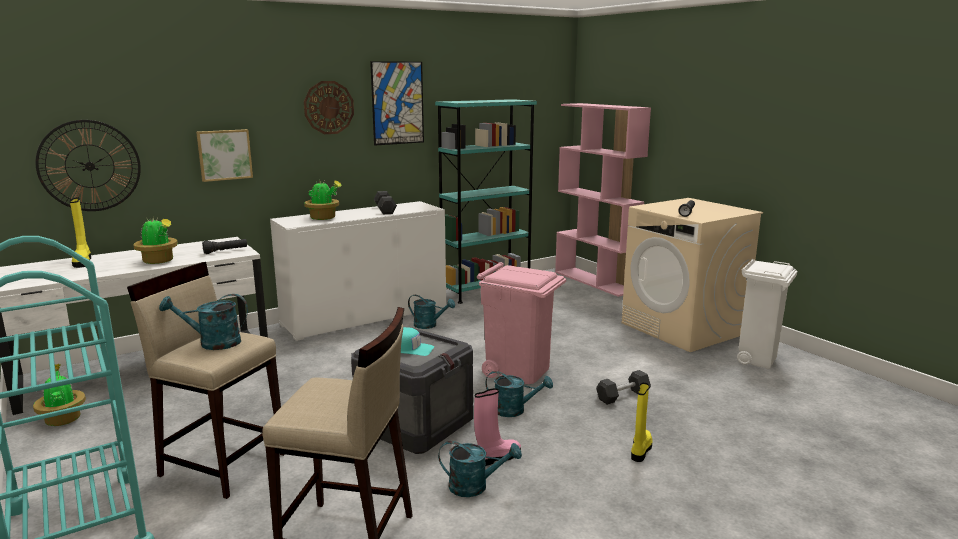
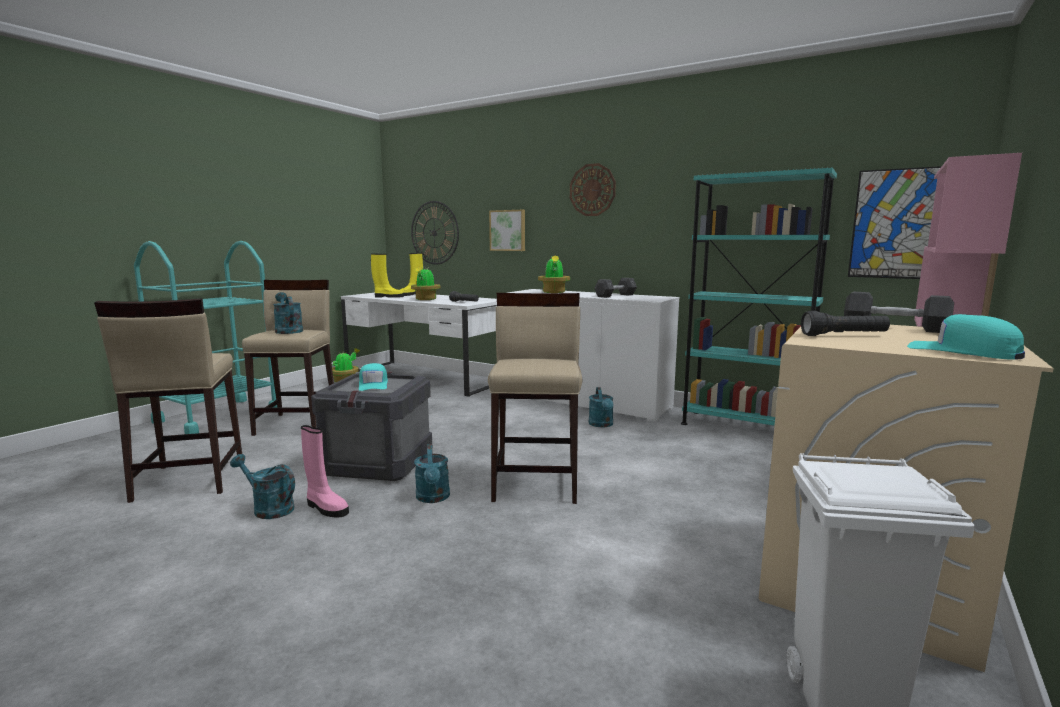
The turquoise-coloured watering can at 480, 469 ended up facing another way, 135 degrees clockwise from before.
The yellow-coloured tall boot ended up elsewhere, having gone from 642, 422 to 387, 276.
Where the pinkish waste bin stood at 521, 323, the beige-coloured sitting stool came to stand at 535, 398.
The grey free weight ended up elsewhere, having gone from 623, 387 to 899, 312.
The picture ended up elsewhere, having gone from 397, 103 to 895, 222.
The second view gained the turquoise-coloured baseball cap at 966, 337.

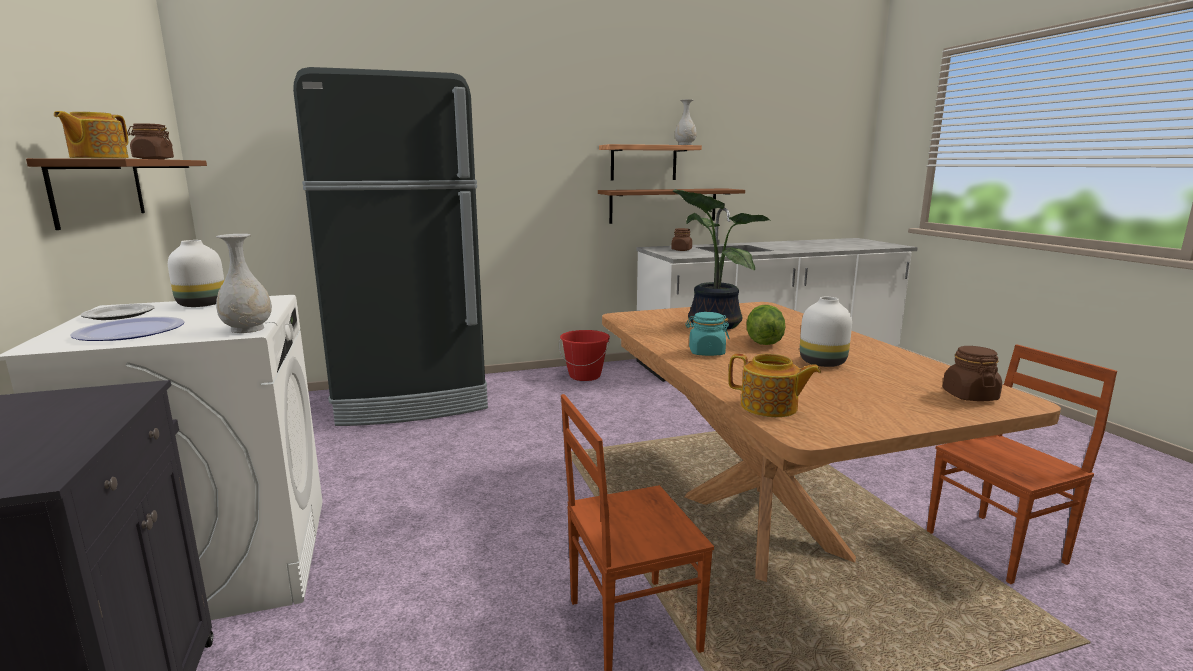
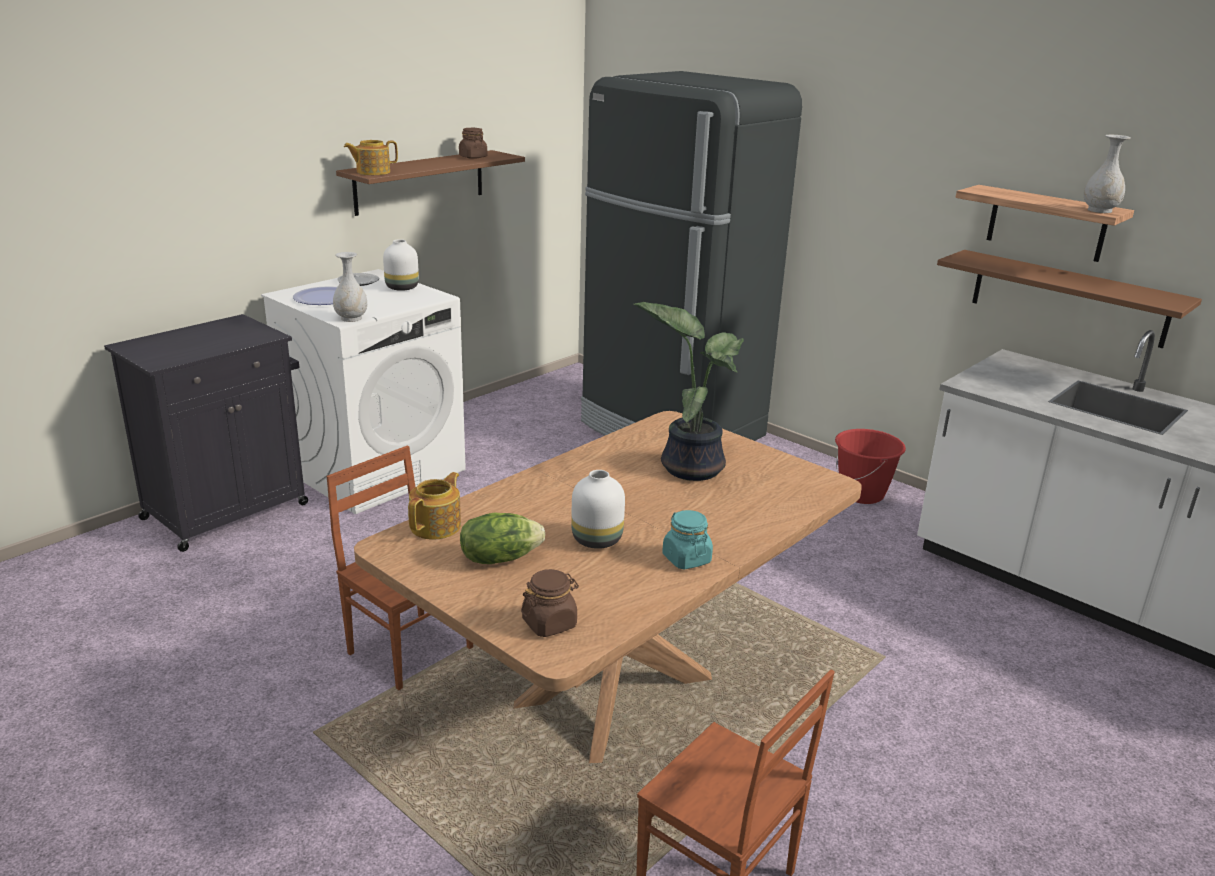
The teapot at 775, 385 ended up facing another way, 150 degrees counterclockwise from before.
The head of lettuce ended up elsewhere, having gone from 766, 325 to 502, 538.
The turquoise-coloured preserve jar ended up elsewhere, having gone from 707, 334 to 687, 539.
The second view lost the brown preserve jar at 681, 239.

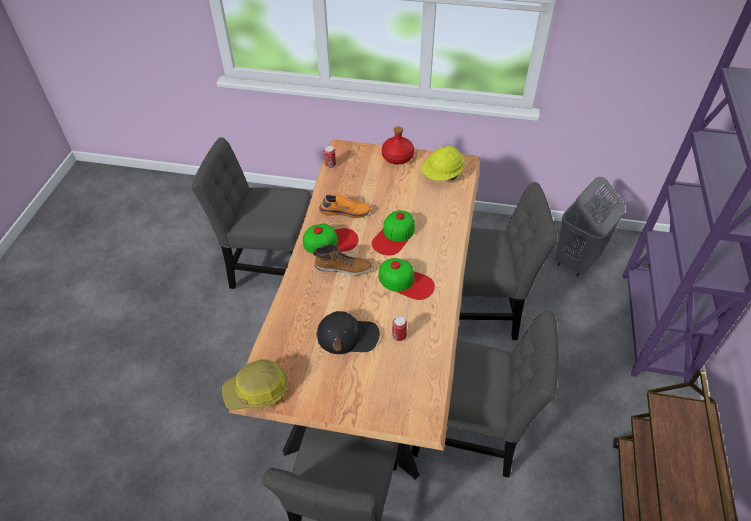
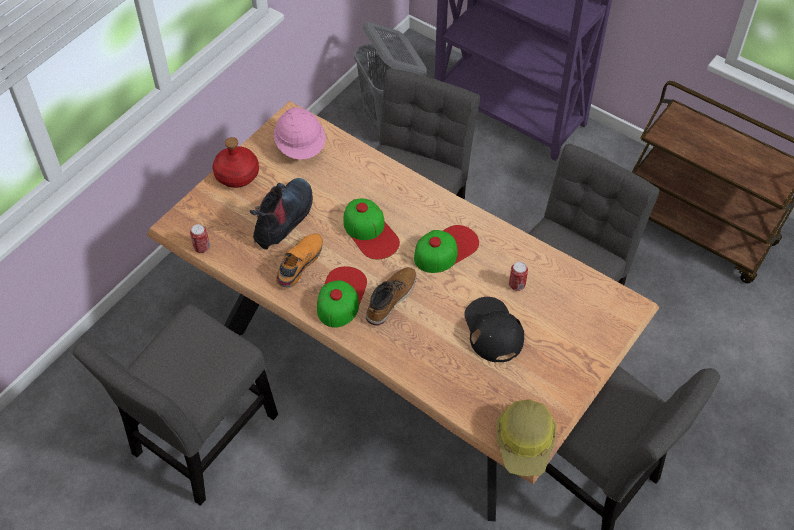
The second view gained the tall boot at 281, 214.
What was the yellow-coloured work helmet at 443, 163 turned into the pinkish work helmet at 300, 133.
The black-coloured baseball cap at 348, 332 ended up facing another way, 45 degrees counterclockwise from before.

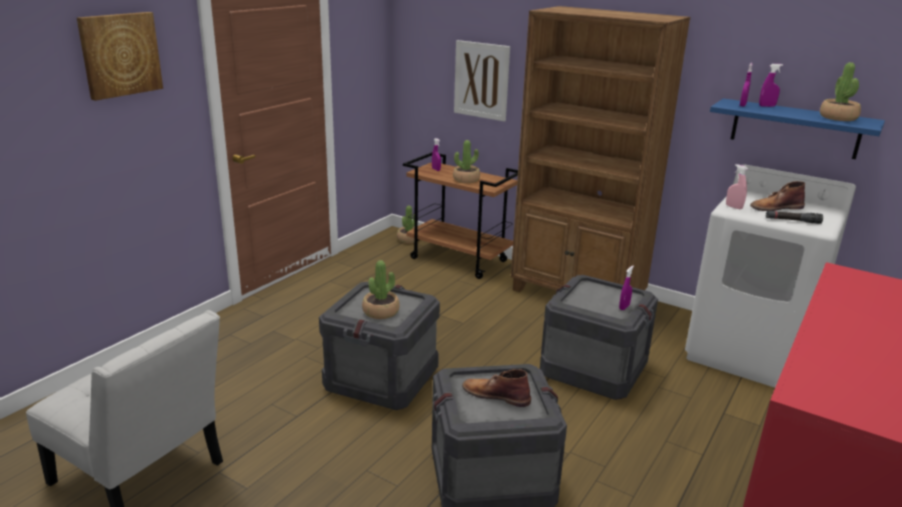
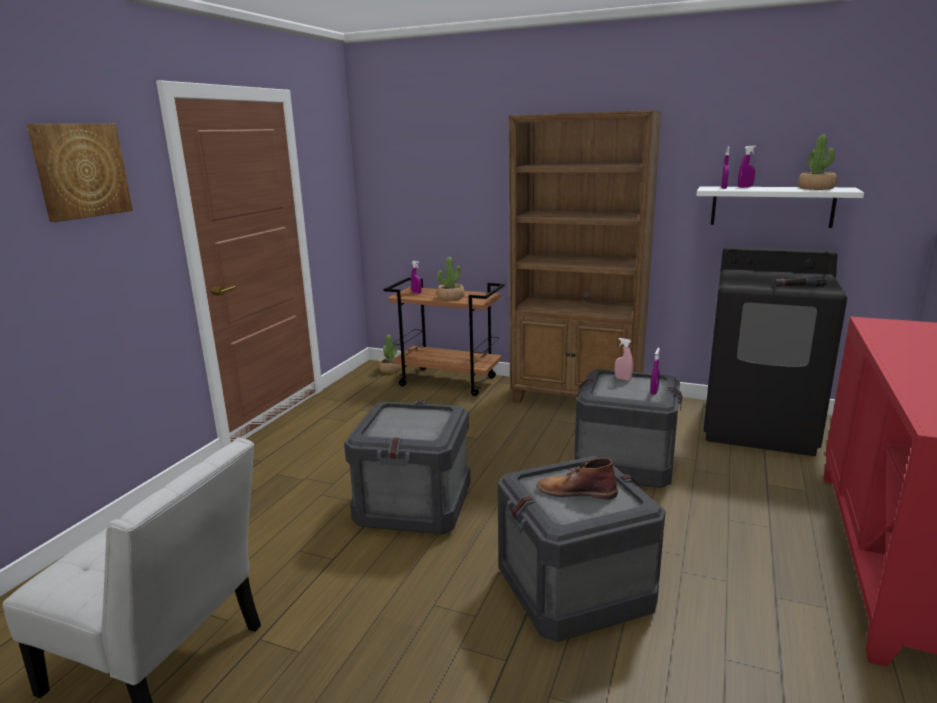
The pinkish hand sprayer ended up elsewhere, having gone from 737, 186 to 624, 359.
What was the bluish wall shelf at 797, 128 turned into the white wall shelf at 780, 207.
What was the white laundry machine at 770, 276 turned into the black-coloured laundry machine at 775, 351.
The second view lost the houseplant at 381, 289.
The second view lost the picture at 482, 81.
The second view lost the brown tall boot at 777, 196.

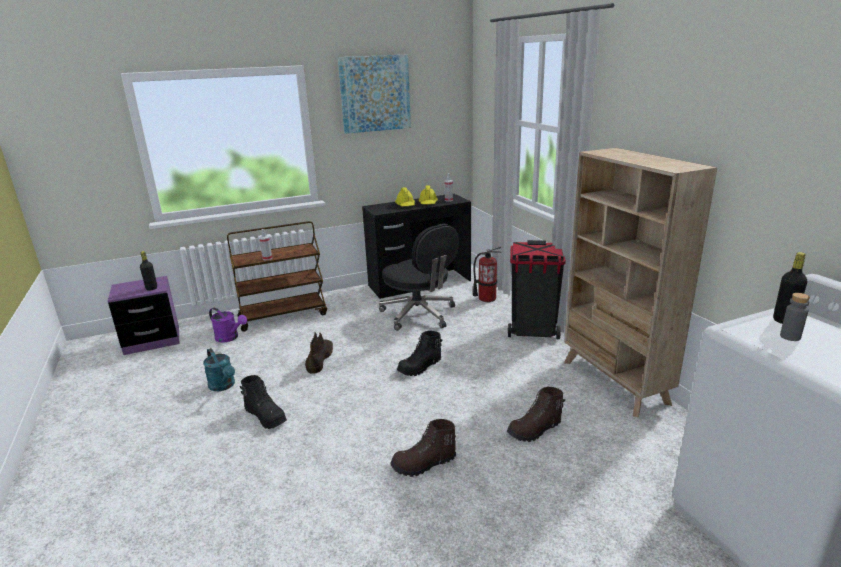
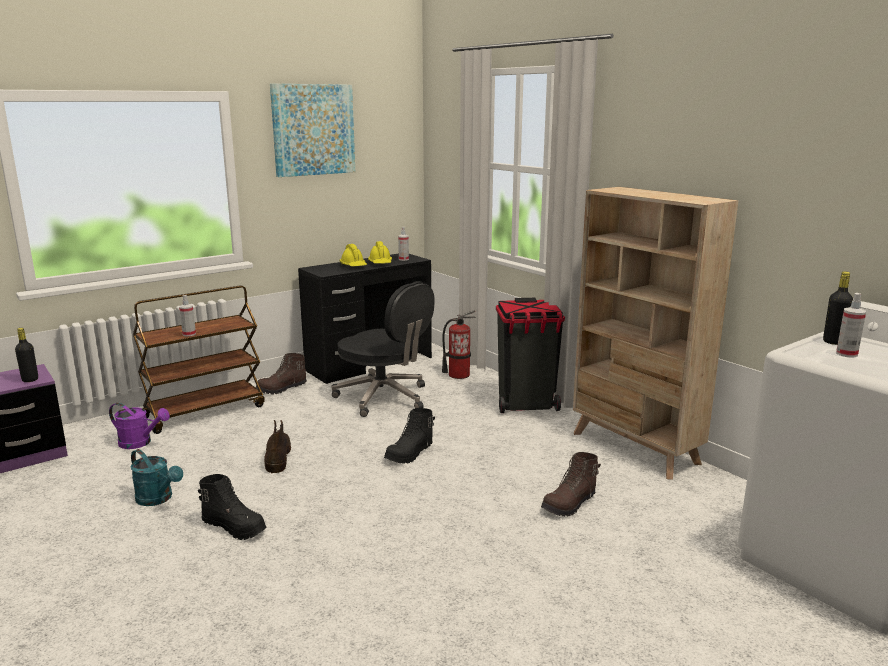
The brown tall boot ended up elsewhere, having gone from 423, 448 to 281, 374.
Where the grey bottle stood at 795, 317, the hand sprayer came to stand at 851, 325.

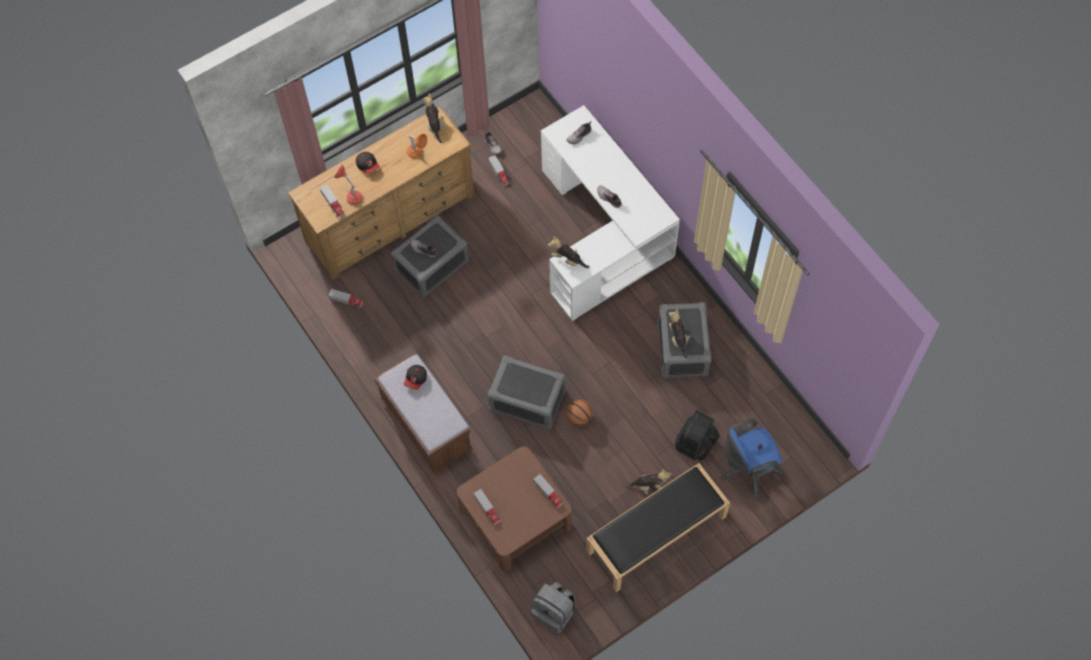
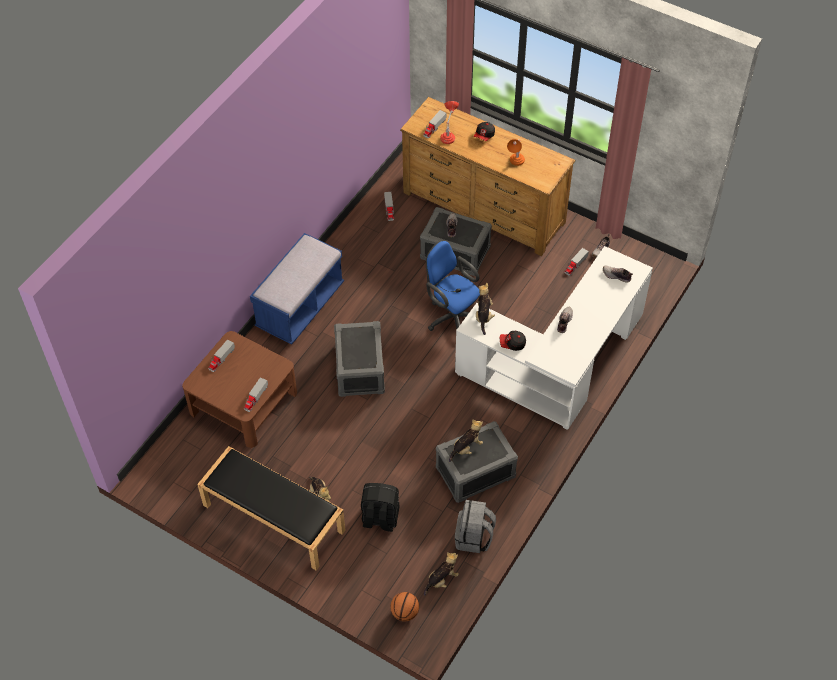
What was the brown bench at 423, 413 turned into the bluish bench at 297, 289.
The ball for basketball ended up elsewhere, having gone from 579, 412 to 404, 607.
The plush toy ended up elsewhere, having gone from 434, 118 to 441, 574.
The bluish desk chair ended up elsewhere, having gone from 753, 458 to 453, 285.
The grey knapsack ended up elsewhere, having gone from 553, 607 to 475, 526.
The baseball cap ended up elsewhere, having gone from 415, 377 to 513, 341.

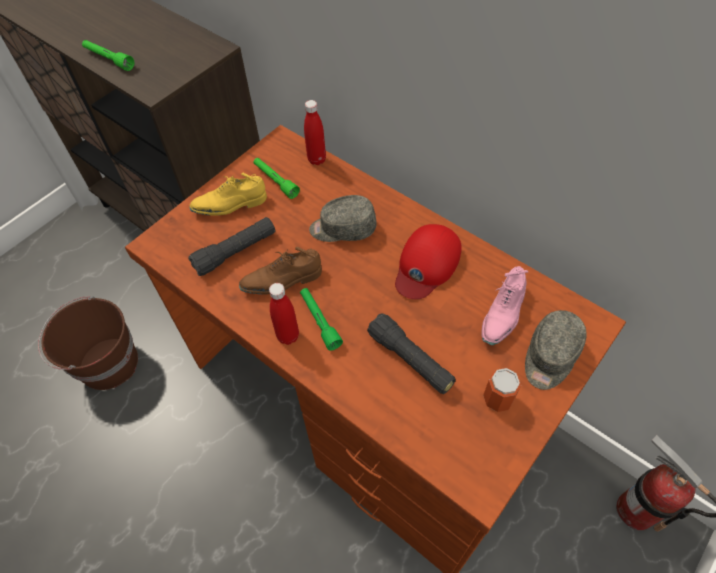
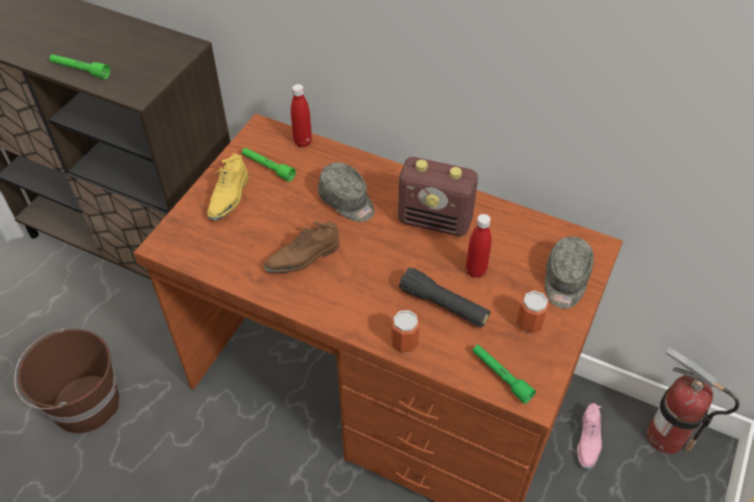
The yellow-coloured item of footwear at 228, 194 ended up facing another way, 45 degrees counterclockwise from before.
The grey baseball cap at 343, 218 ended up facing another way, 120 degrees counterclockwise from before.
The second view gained the sealed can at 405, 331.
Where the red-coloured baseball cap stood at 428, 261, the radio set came to stand at 438, 196.
The red-coloured bottle ended up elsewhere, having gone from 284, 314 to 478, 246.
The green torch ended up elsewhere, having gone from 321, 319 to 504, 374.
The pinkish item of footwear ended up elsewhere, having gone from 504, 305 to 589, 436.
The second view lost the black-coloured torch at 231, 246.

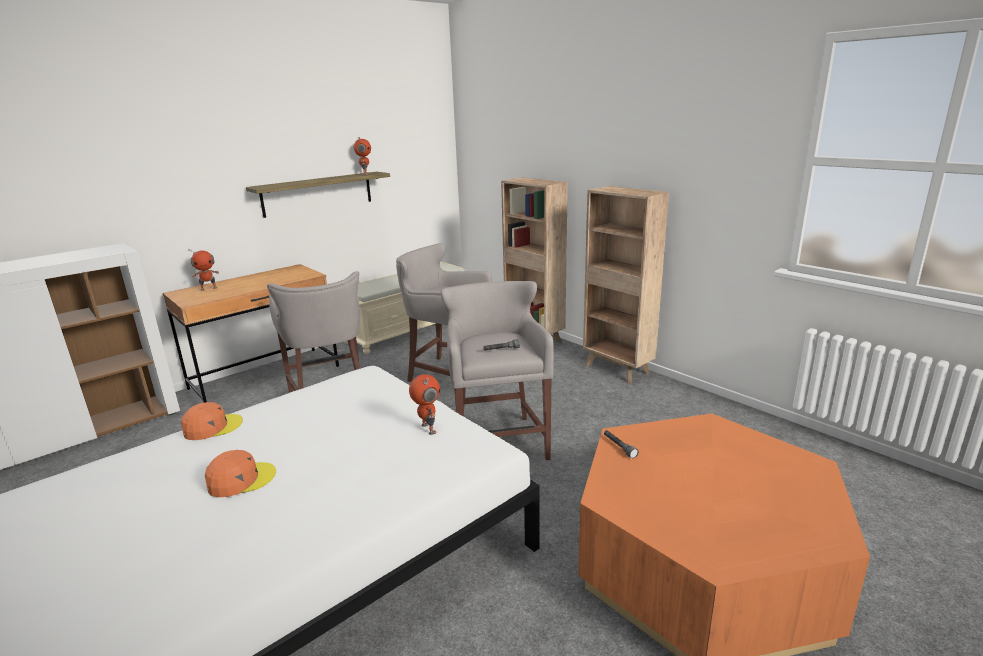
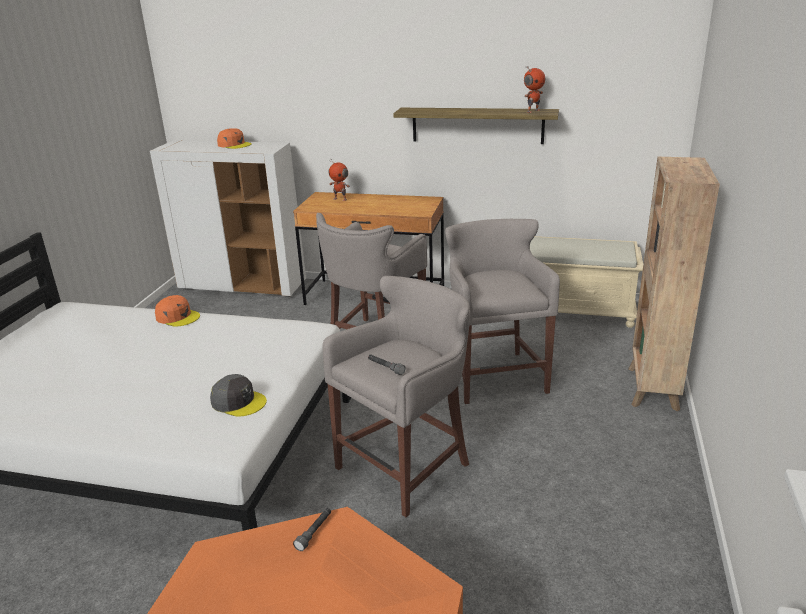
Where the toy robot stood at 424, 404, the grey baseball cap came to stand at 238, 395.
The orange-coloured baseball cap ended up elsewhere, having gone from 240, 473 to 234, 138.
The second view lost the brown bookcase at 626, 284.

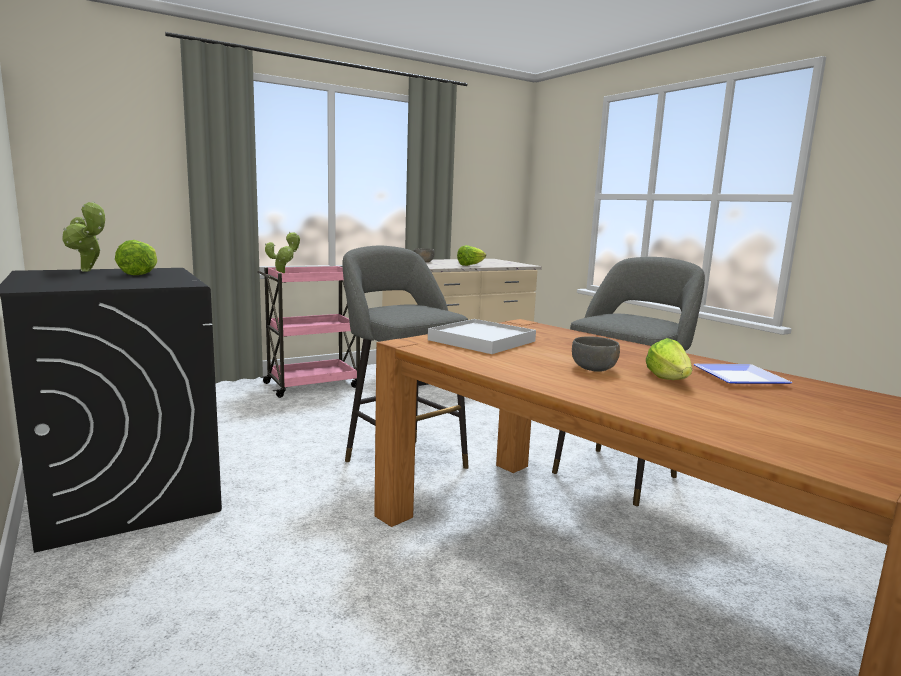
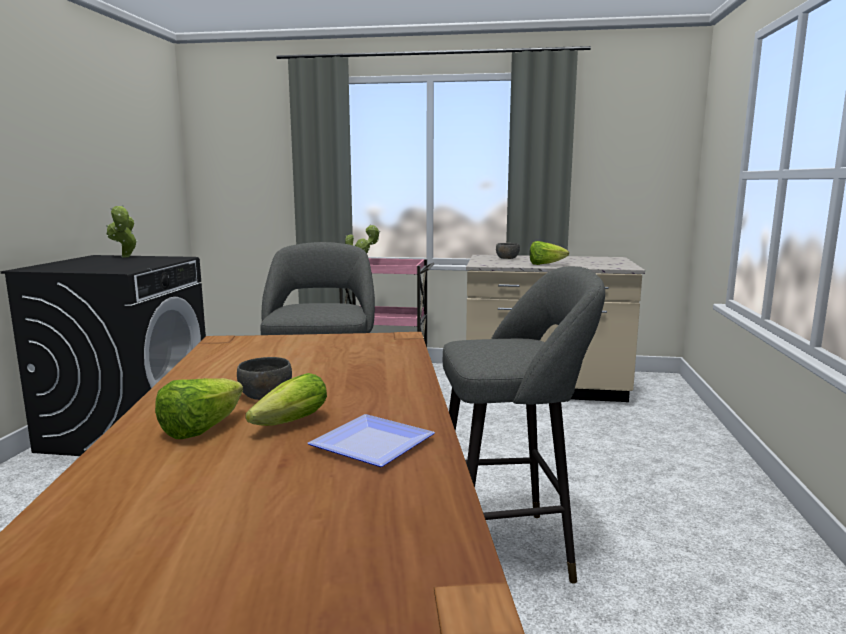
The head of lettuce ended up elsewhere, having gone from 136, 257 to 199, 408.
The second view lost the white carrying tray at 482, 336.

